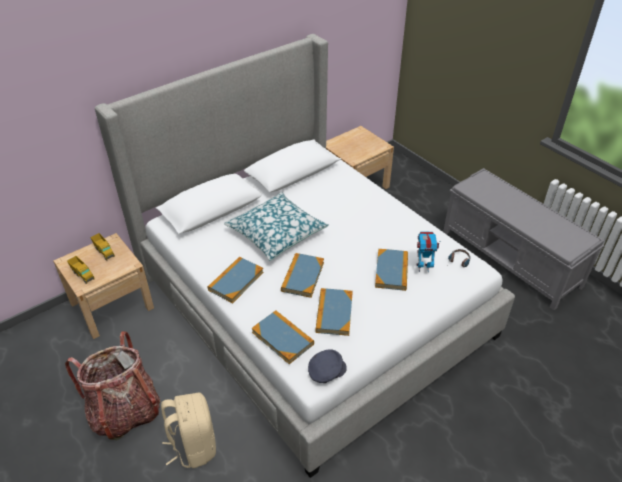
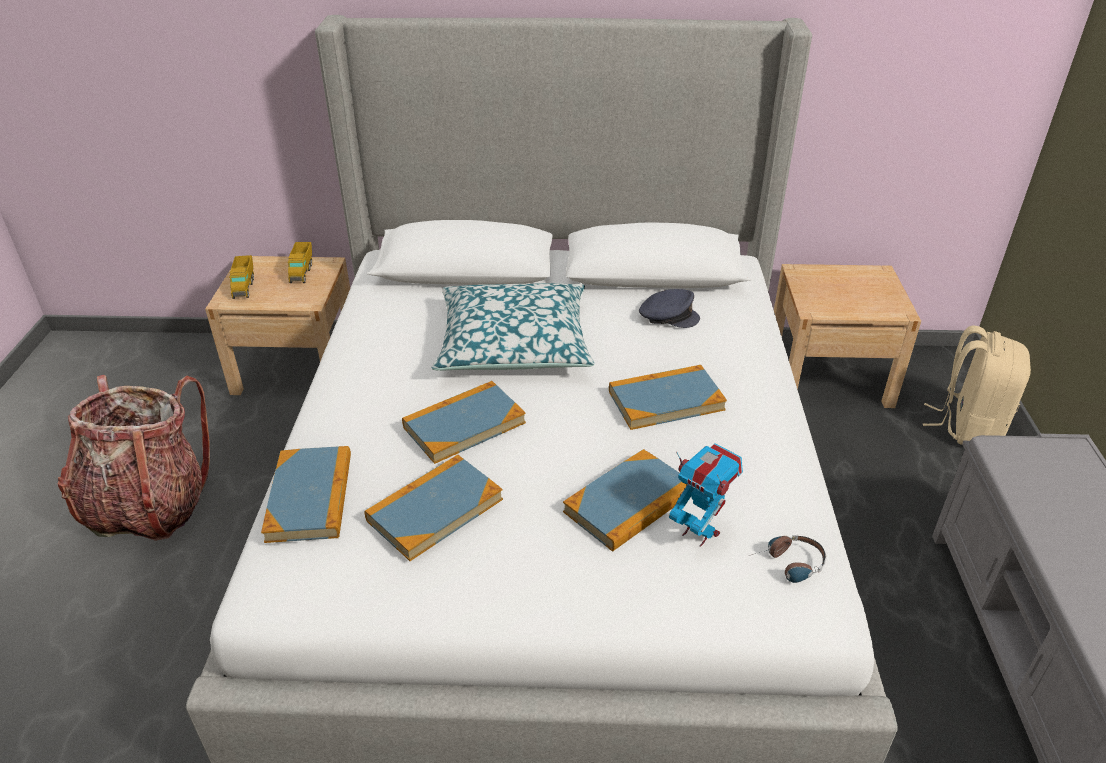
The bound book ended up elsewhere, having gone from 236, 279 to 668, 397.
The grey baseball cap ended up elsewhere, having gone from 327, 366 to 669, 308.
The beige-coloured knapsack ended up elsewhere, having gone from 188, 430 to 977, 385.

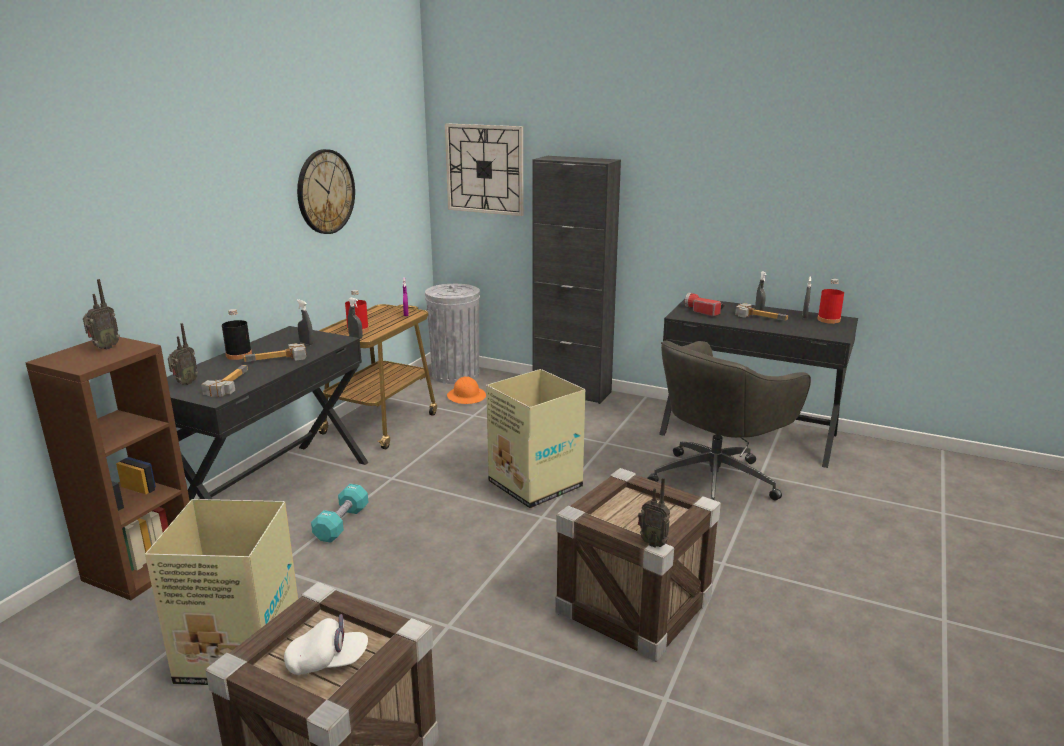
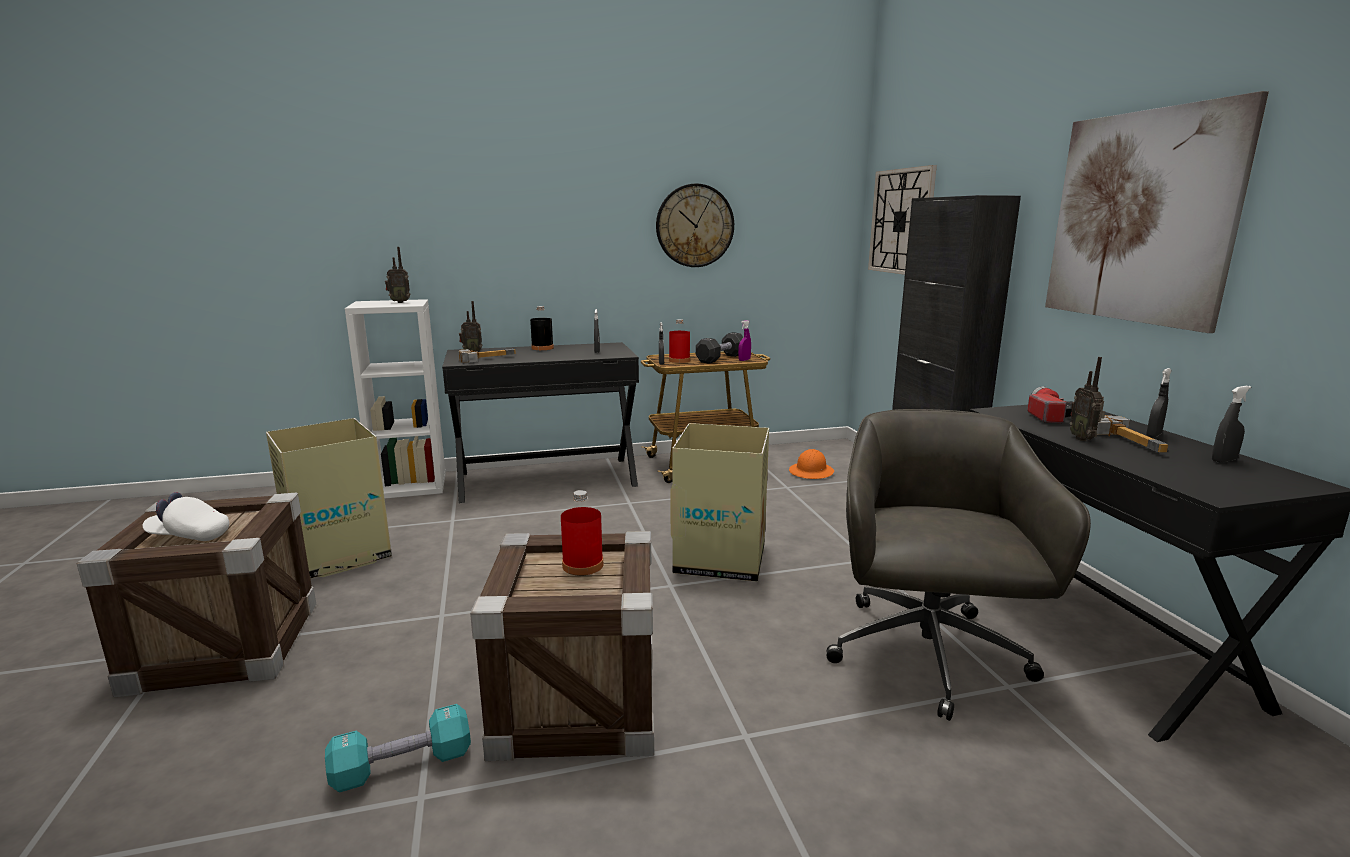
The white baseball cap at 326, 644 ended up facing another way, 135 degrees clockwise from before.
The turquoise-coloured free weight ended up elsewhere, having gone from 340, 513 to 398, 748.
What was the brown bookcase at 108, 468 turned into the white bookcase at 395, 398.
The red-coloured bottle ended up elsewhere, having gone from 831, 301 to 582, 533.
The second view gained the black-coloured free weight at 720, 348.
The grey desk chair at 729, 421 ended up facing another way, 90 degrees clockwise from before.
The second view gained the picture at 1157, 212.
The radio set ended up elsewhere, having gone from 654, 512 to 1087, 399.
The second view lost the tool hammer at 275, 352.
The second view lost the grey waste bin at 452, 334.

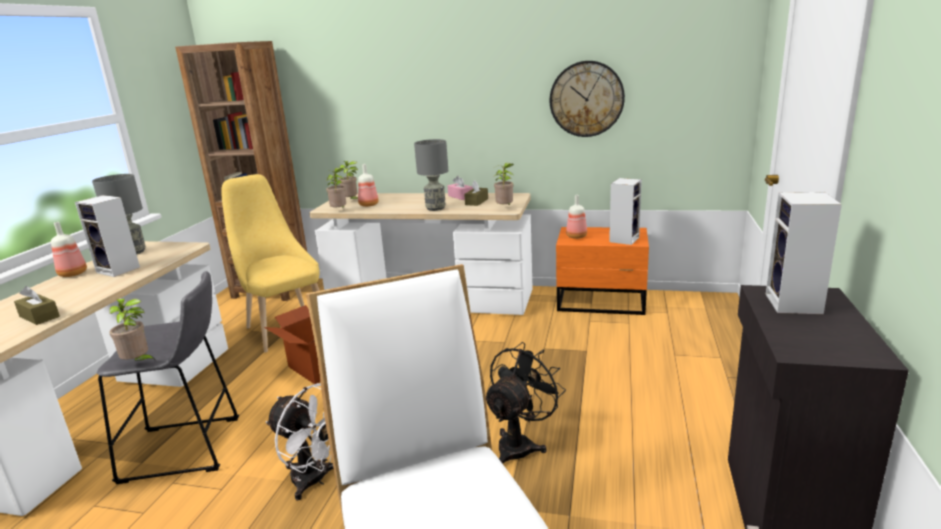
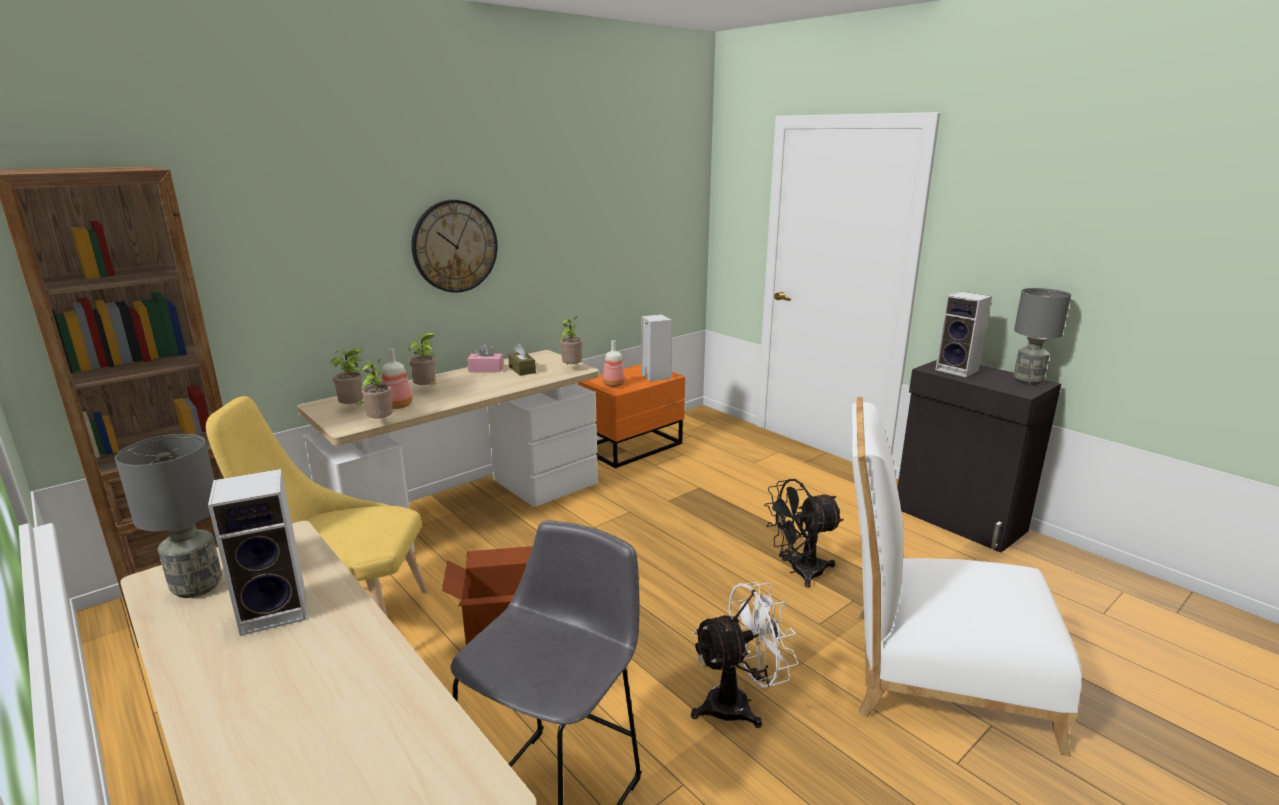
The houseplant ended up elsewhere, having gone from 132, 330 to 422, 359.
The hanging clock ended up elsewhere, having gone from 587, 99 to 455, 246.
The black-coloured fan at 526, 403 ended up facing another way, 90 degrees counterclockwise from before.
The grey table lamp ended up elsewhere, having gone from 431, 175 to 1042, 336.
The second view lost the brown tissue box at 37, 305.
The second view lost the bottle at 69, 249.

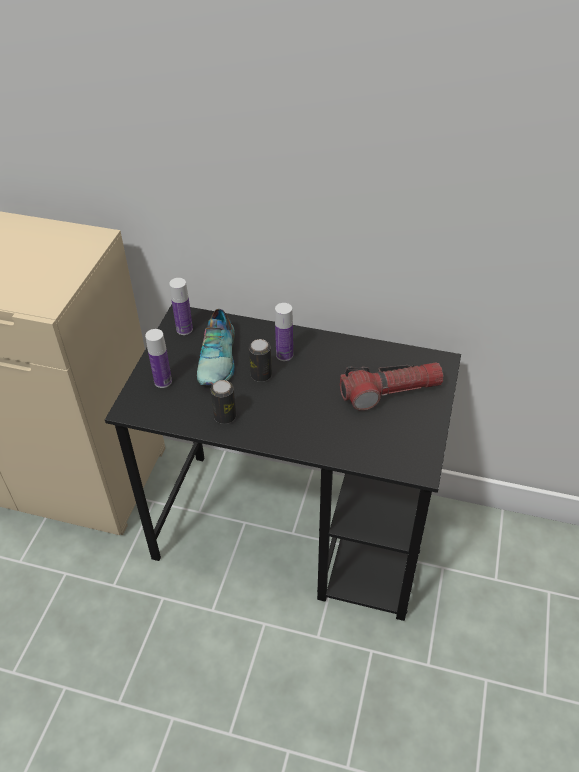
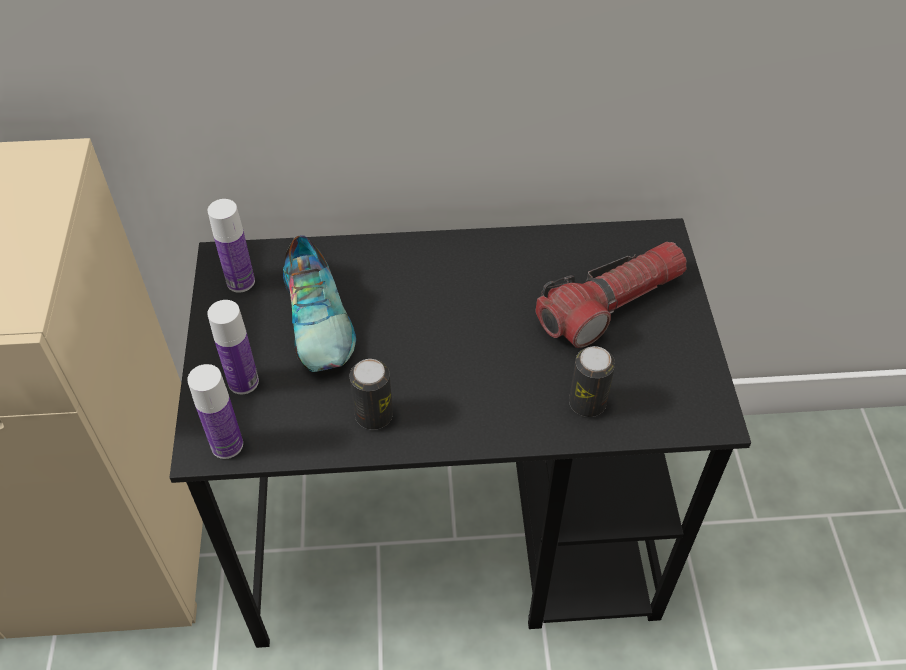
The bottle ended up elsewhere, having gone from 284, 332 to 215, 411.
The sealed can ended up elsewhere, having gone from 260, 360 to 592, 381.

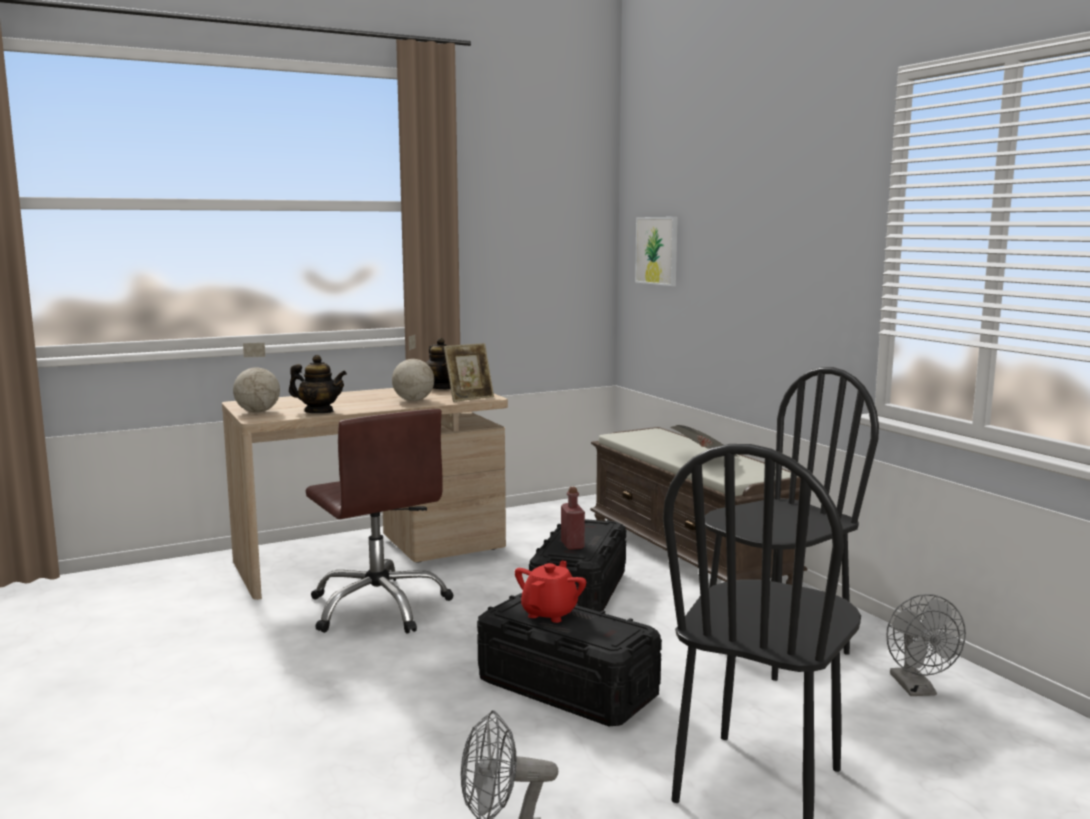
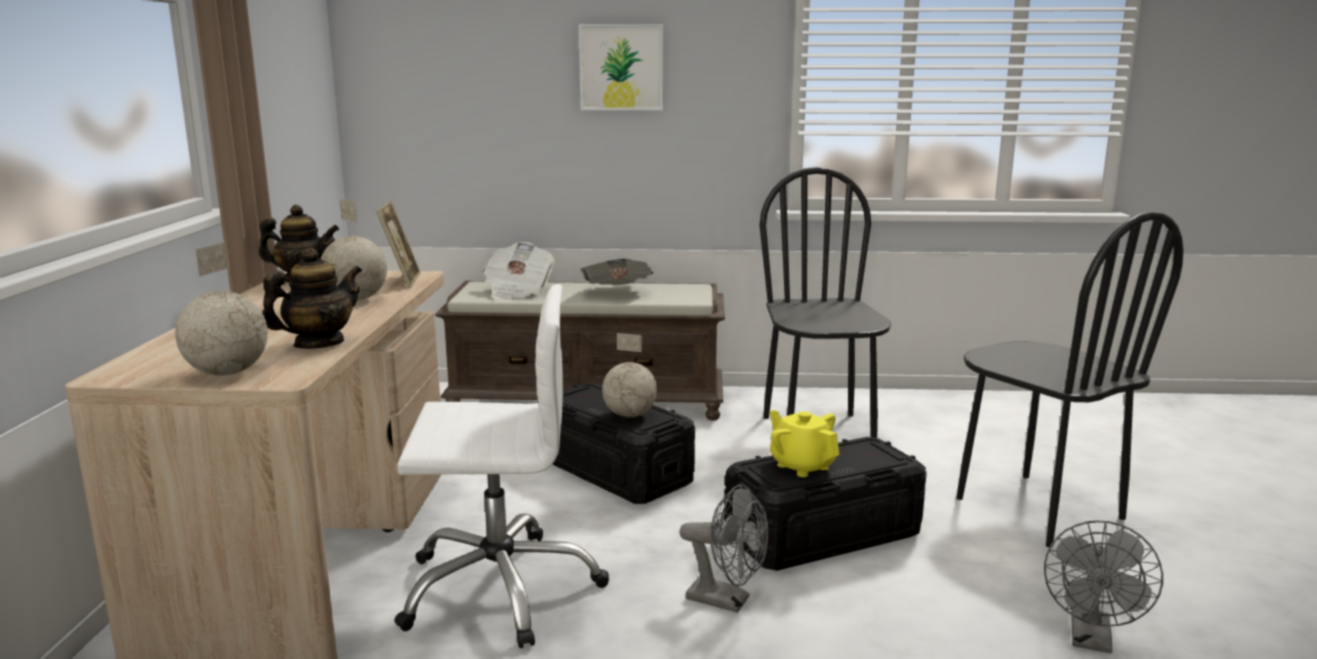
What was the brown desk chair at 380, 521 turned into the white desk chair at 501, 466.
The second view gained the printed paper at 519, 271.
The picture ended up elsewhere, having gone from 656, 251 to 621, 67.
Where the red-coloured bottle stood at 573, 518, the desk globe came to stand at 629, 375.
The grey fan ended up elsewhere, having gone from 926, 645 to 724, 548.
What was the red-coloured teapot at 550, 592 turned into the yellow-coloured teapot at 805, 443.

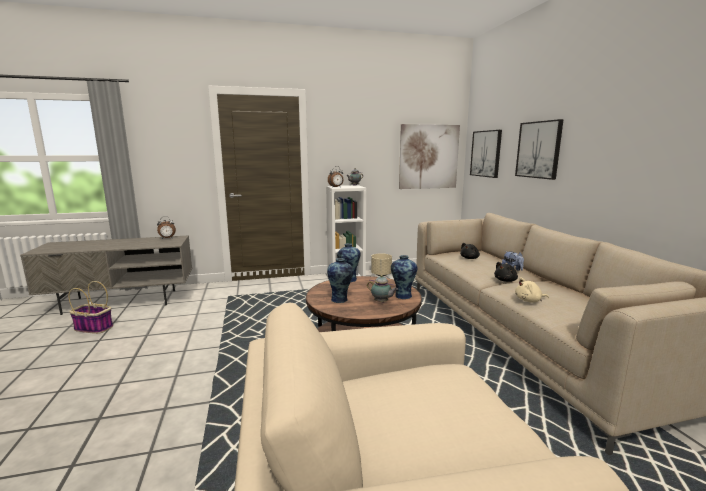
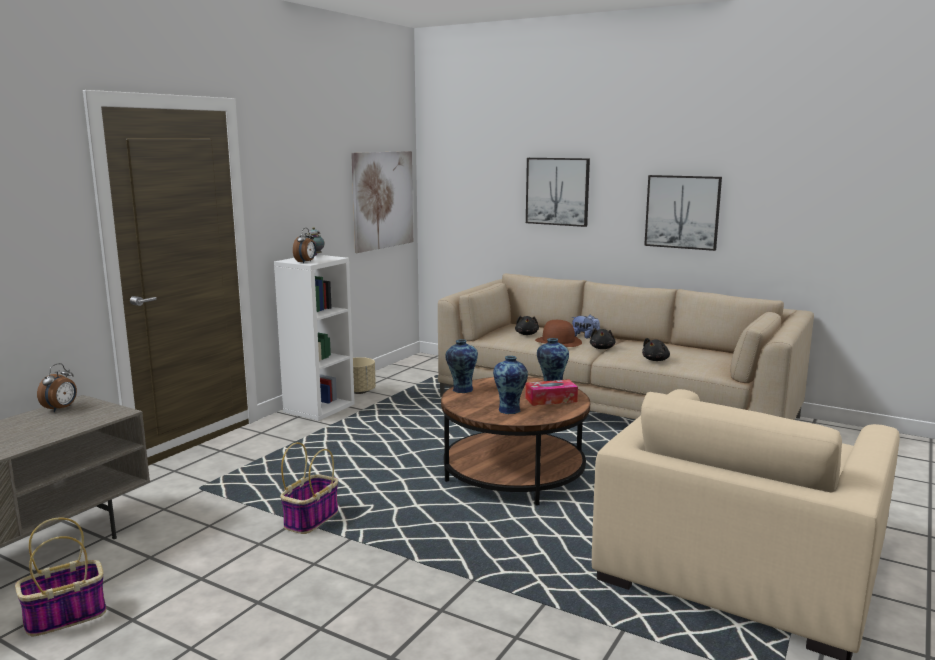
The second view gained the storage basket at 309, 488.
Where the teapot stood at 382, 289, the tissue box came to stand at 551, 392.
The second view gained the brown clothing hat at 558, 333.
What was the beige-coloured plush toy at 532, 290 turned into the black-coloured plush toy at 656, 349.
The picture ended up elsewhere, having gone from 486, 154 to 683, 213.

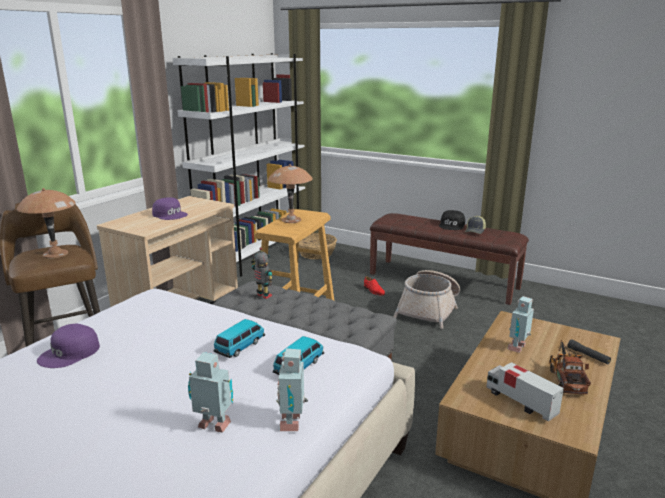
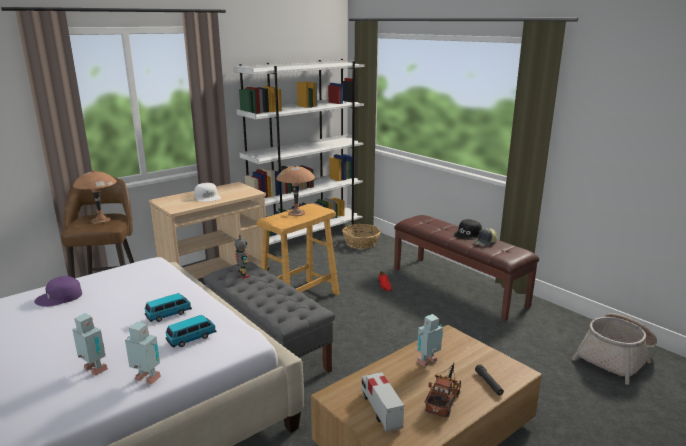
The toy robot at 292, 390 ended up facing another way, 90 degrees clockwise from before.
What was the purplish baseball cap at 170, 208 turned into the white baseball cap at 207, 192.
The storage basket ended up elsewhere, having gone from 426, 299 to 614, 349.

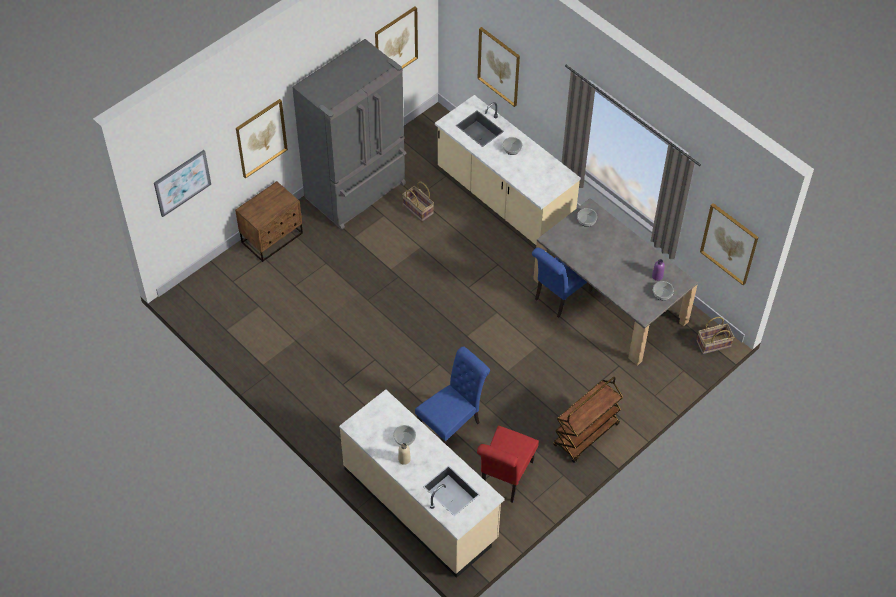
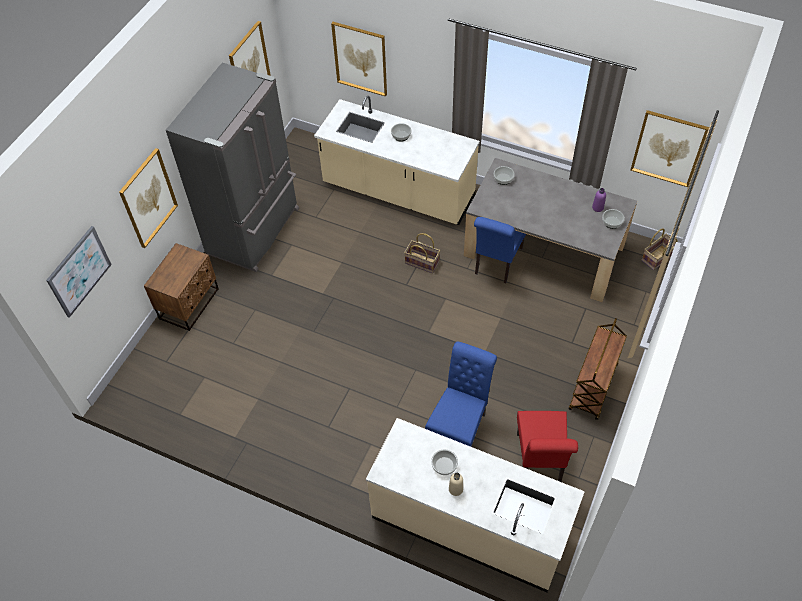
The storage basket ended up elsewhere, having gone from 418, 202 to 422, 253.

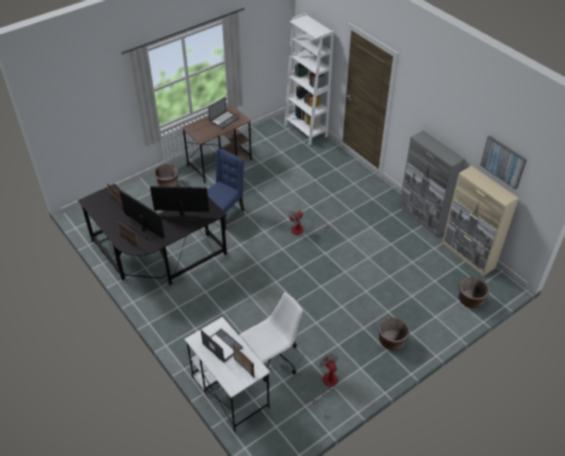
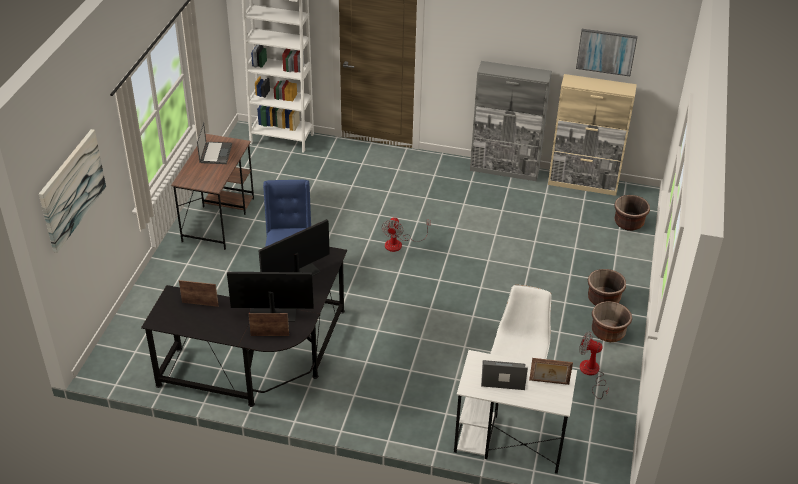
The second view gained the picture at 72, 191.
The brown planter ended up elsewhere, having gone from 166, 175 to 612, 321.

